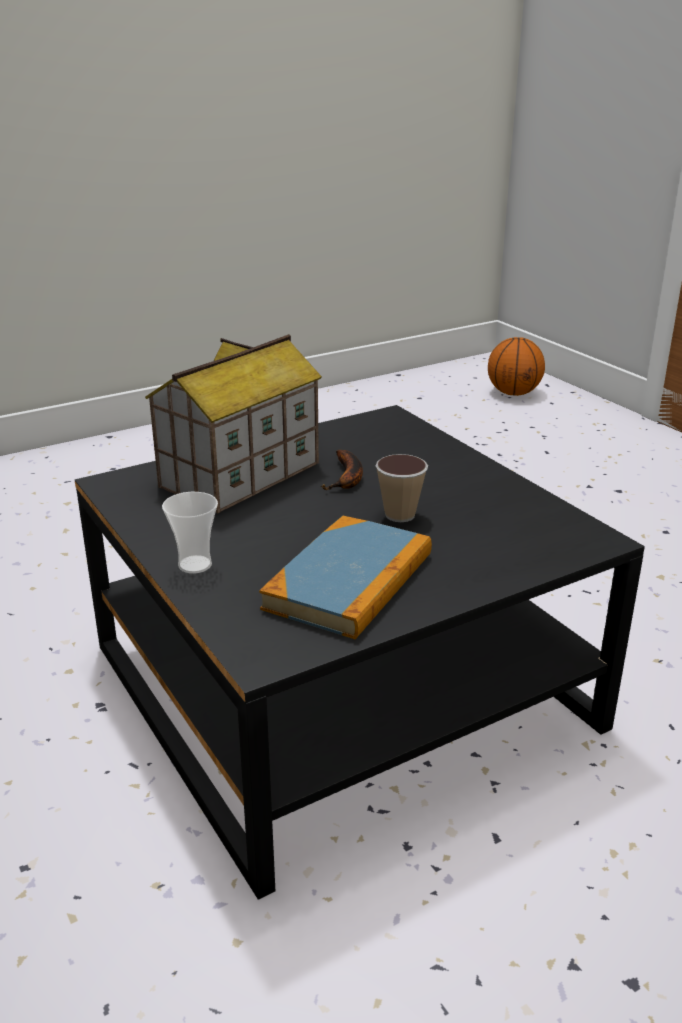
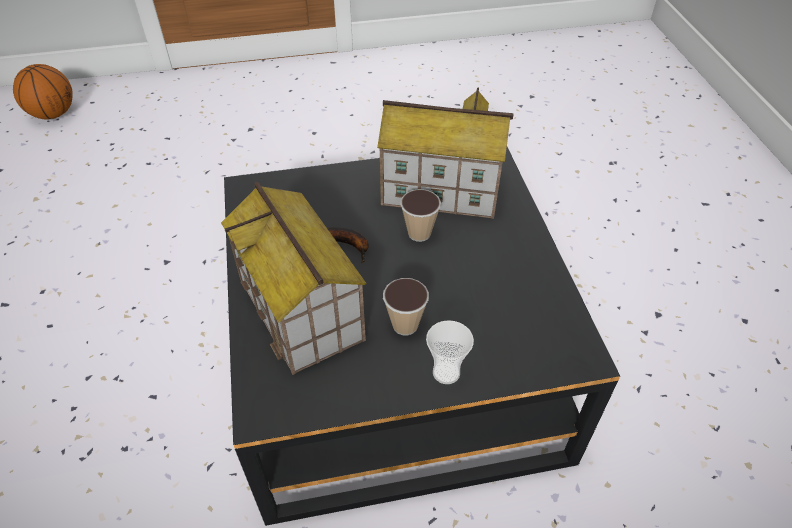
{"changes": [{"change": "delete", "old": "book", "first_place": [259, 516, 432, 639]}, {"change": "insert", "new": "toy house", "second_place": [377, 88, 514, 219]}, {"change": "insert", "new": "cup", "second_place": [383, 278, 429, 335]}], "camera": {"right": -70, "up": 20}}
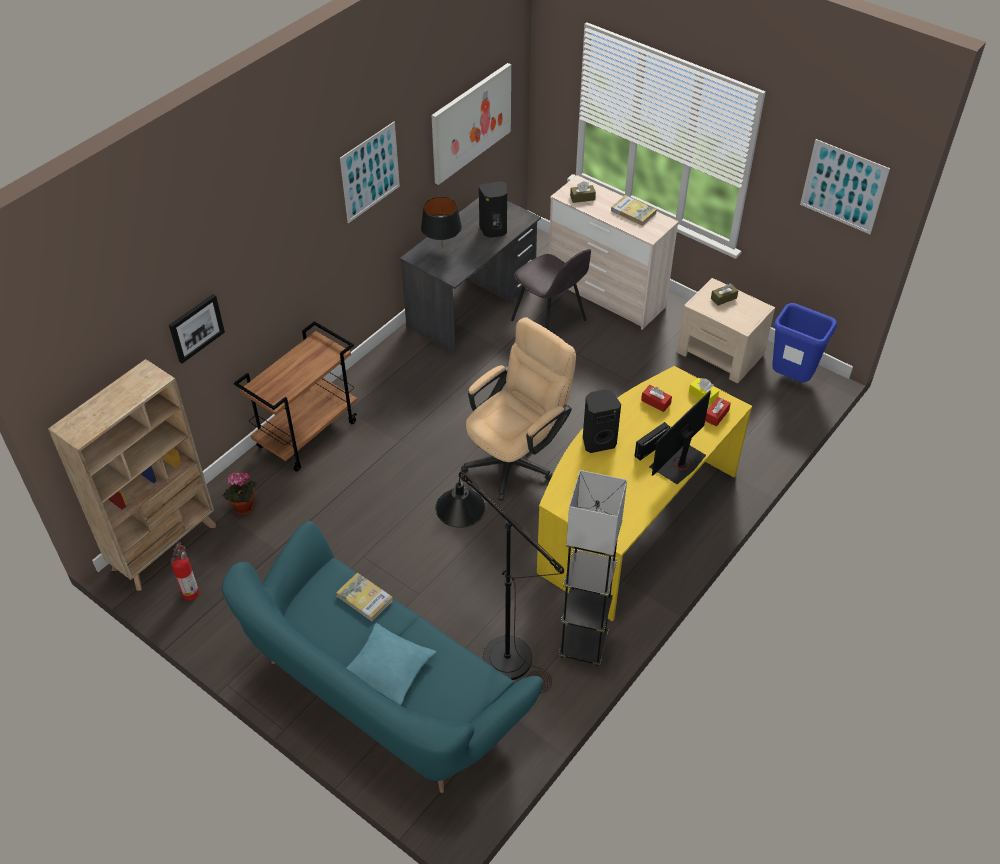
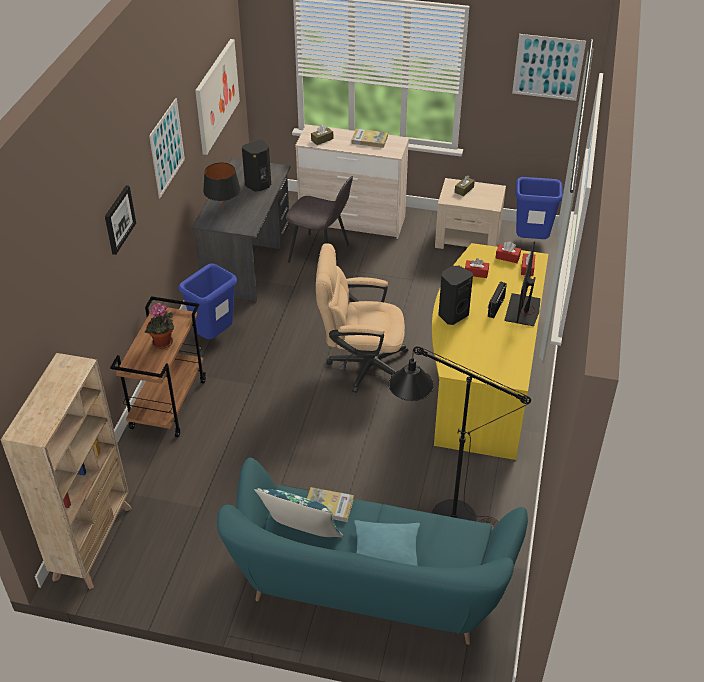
{"changes": [{"change": "move", "old": "picture", "first_place": [169, 294, 225, 364], "second_place": [105, 185, 136, 255]}, {"change": "delete", "old": "fire extinguisher", "first_place": [170, 542, 199, 600]}, {"change": "move", "old": "potted plant", "first_place": [222, 472, 257, 515], "second_place": [145, 303, 174, 349]}, {"change": "rotate", "old": "office chair/beige", "first_place": [461, 317, 576, 501], "second_place": [316, 243, 408, 393], "degrees": -105}, {"change": "delete", "old": "floor lamp/grey", "first_place": [558, 470, 627, 666]}, {"change": "recolor", "old": "tissue box/yellow", "new": "tissue box/red", "first_place": [689, 378, 719, 406], "second_place": [496, 242, 521, 263]}, {"change": "insert", "new": "trash can/blue", "second_place": [179, 263, 237, 339]}, {"change": "insert", "new": "pillow/blue", "second_place": [254, 488, 344, 537]}], "camera": {"right": -25, "up": -5}}
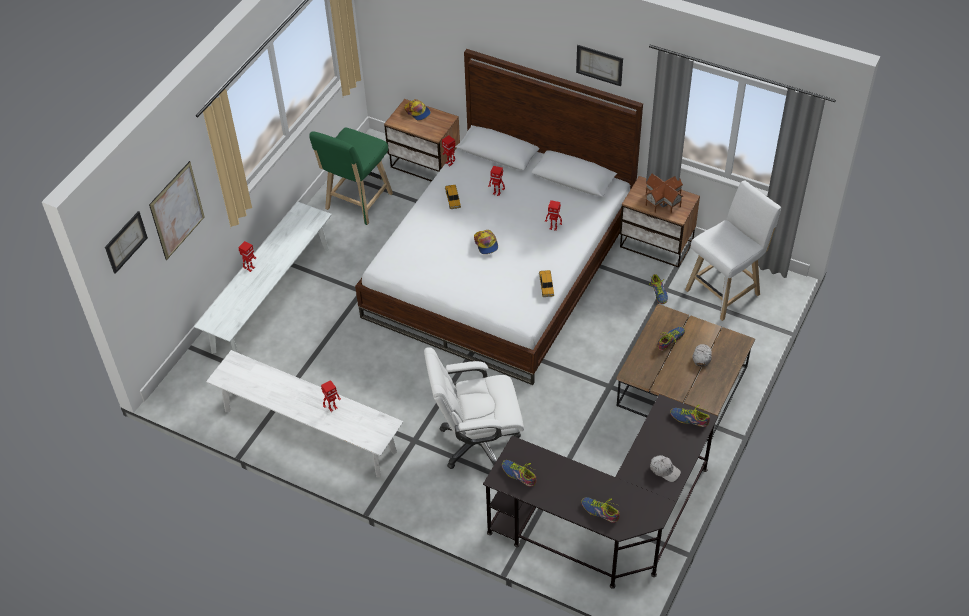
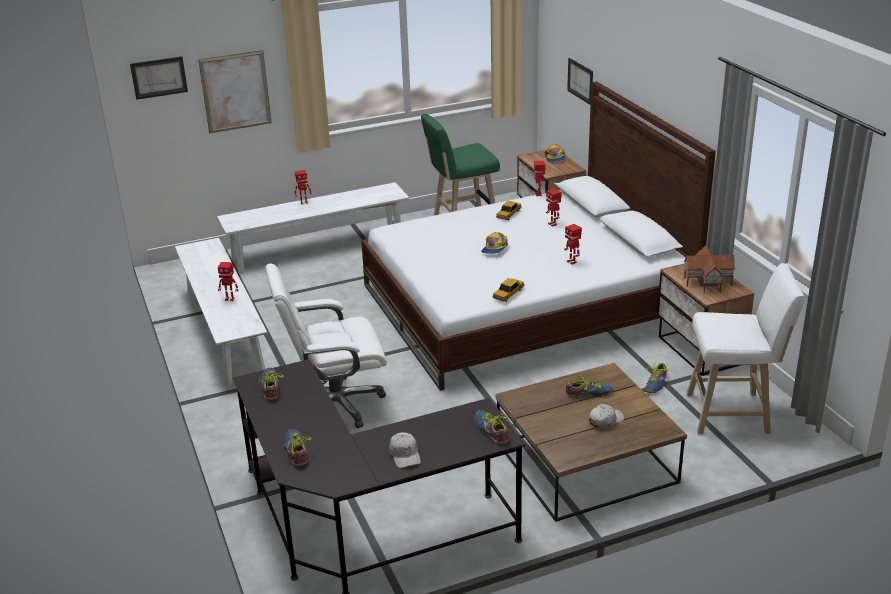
{"changes": [{"change": "rotate", "old": "office chair/white", "first_place": [424, 347, 524, 469], "second_place": [265, 263, 387, 428], "degrees": -45}, {"change": "move", "old": "picture", "first_place": [576, 45, 623, 86], "second_place": [567, 58, 593, 105]}], "camera": {"right": 40, "up": -20}}
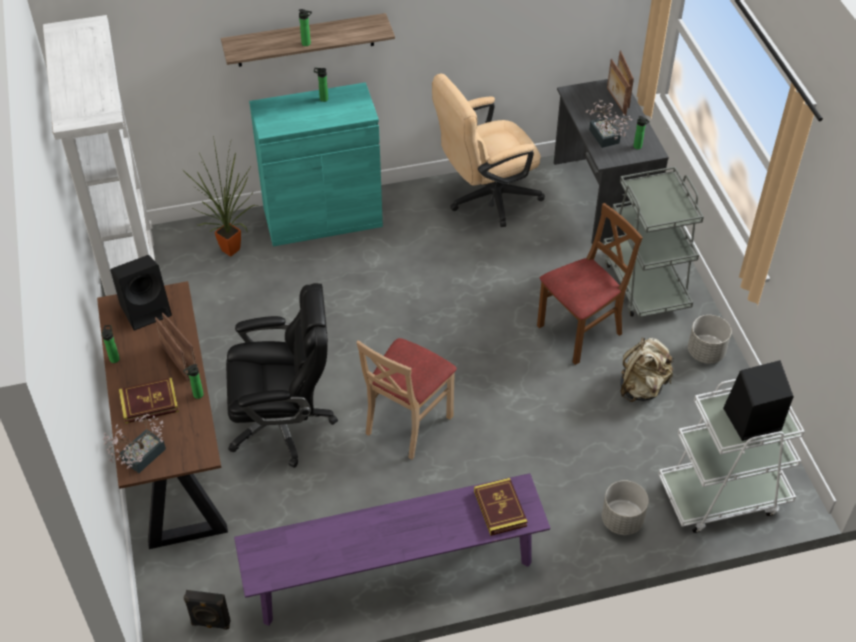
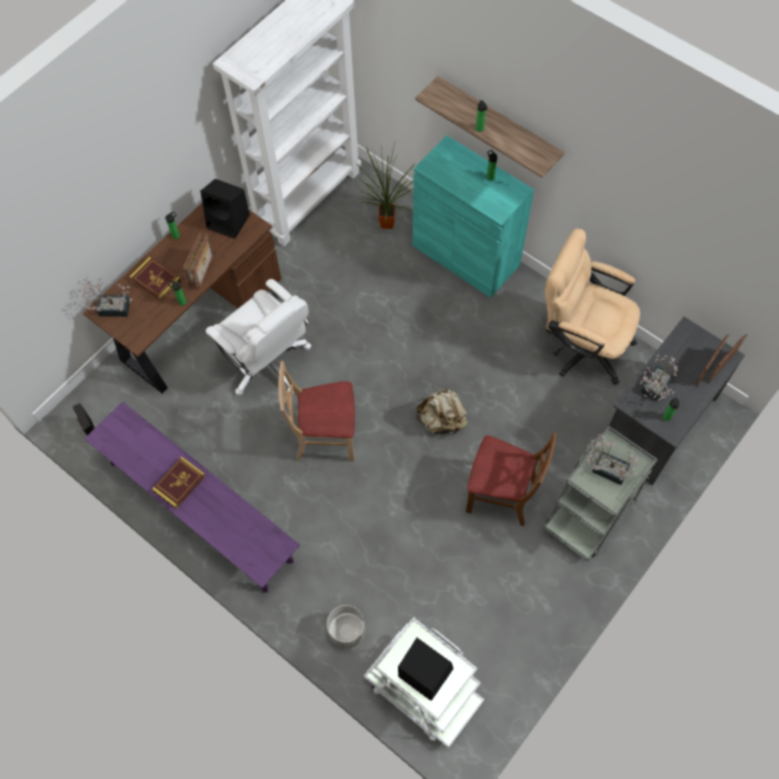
{"changes": [{"change": "recolor", "old": "office chair/black", "new": "office chair/white", "first_place": [226, 283, 338, 468], "second_place": [206, 279, 311, 395]}, {"change": "move", "old": "book", "first_place": [474, 478, 528, 536], "second_place": [152, 456, 205, 509]}, {"change": "move", "old": "backpack/beige", "first_place": [620, 338, 674, 402], "second_place": [416, 387, 468, 435]}, {"change": "delete", "old": "planter/grey", "first_place": [688, 315, 732, 364]}, {"change": "insert", "new": "potted plant", "second_place": [587, 433, 640, 485]}], "camera": {"right": 55, "up": 15}}
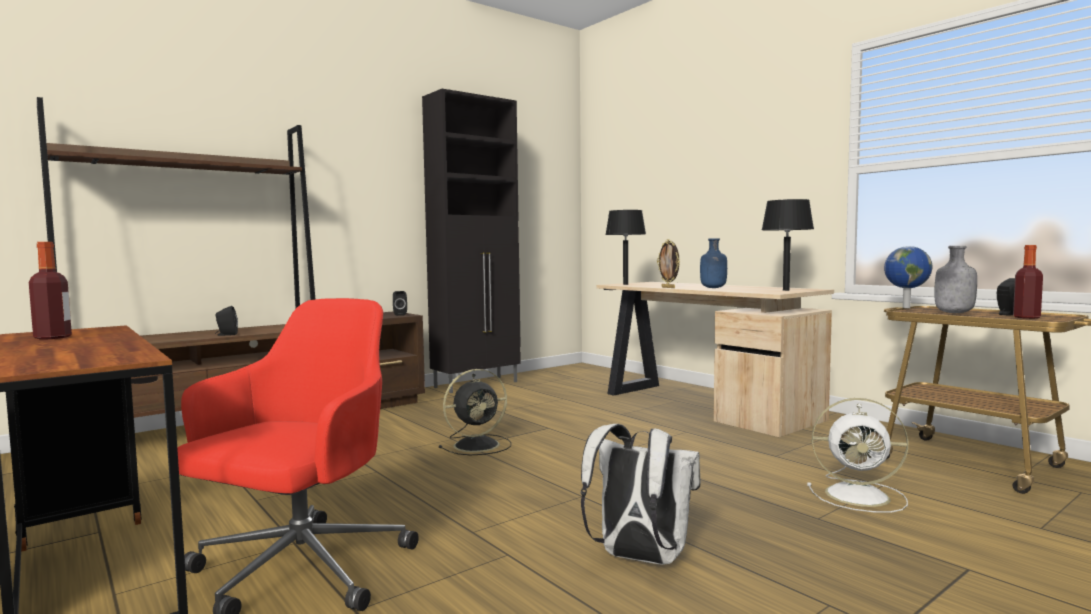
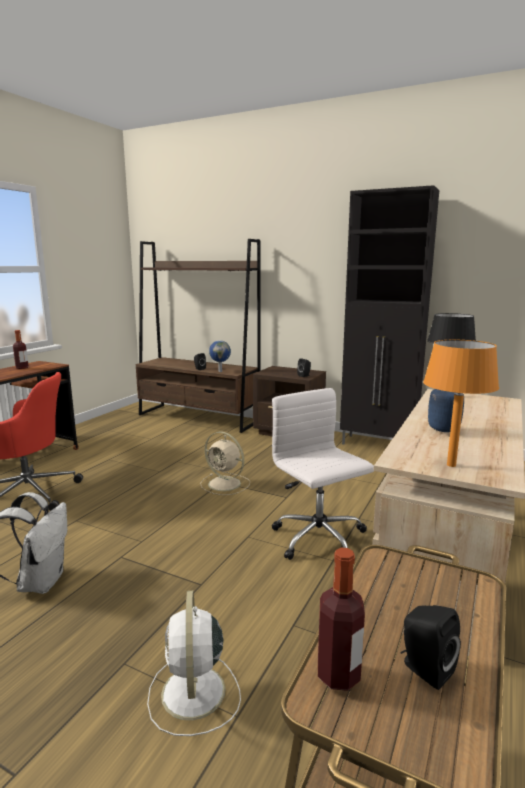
{"changes": [{"change": "recolor", "old": "fan/black", "new": "fan/beige", "first_place": [439, 369, 511, 455], "second_place": [200, 432, 250, 495]}, {"change": "delete", "old": "picture frame", "first_place": [657, 239, 680, 288]}, {"change": "recolor", "old": "table lamp/black", "new": "table lamp/orange", "first_place": [762, 199, 814, 291], "second_place": [423, 340, 499, 467]}, {"change": "move", "old": "globe", "first_place": [884, 246, 932, 308], "second_place": [209, 340, 231, 372]}, {"change": "delete", "old": "bottle/grey", "first_place": [934, 246, 977, 313]}, {"change": "insert", "new": "office chair/white", "second_place": [272, 388, 374, 560]}], "camera": {"right": 65, "up": 10}}
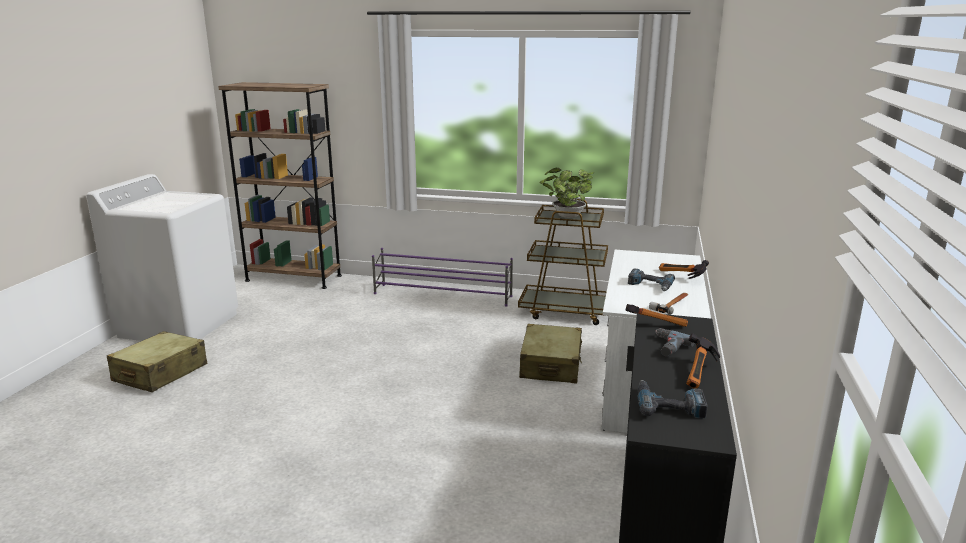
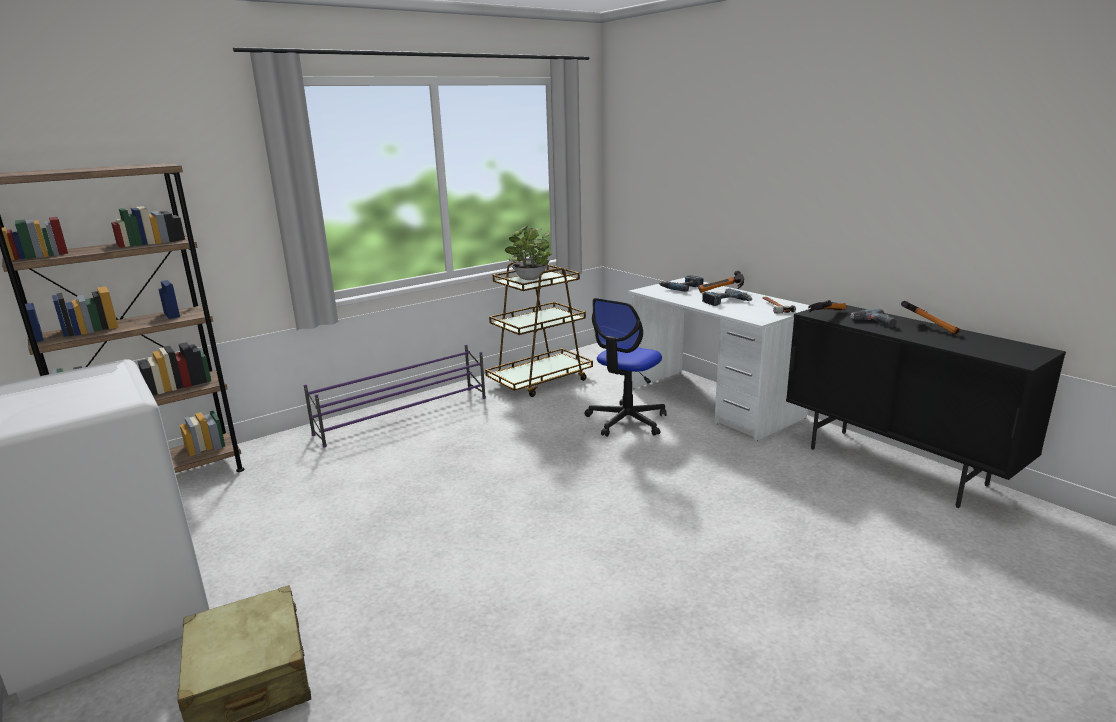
{"changes": [{"change": "replace", "old": "suitcase/beige", "new": "office chair", "first_place": [519, 324, 583, 384], "second_place": [584, 298, 667, 437]}, {"change": "move", "old": "power drill", "first_place": [638, 380, 708, 419], "second_place": [659, 275, 703, 292]}], "camera": {"right": -50, "up": 0}}
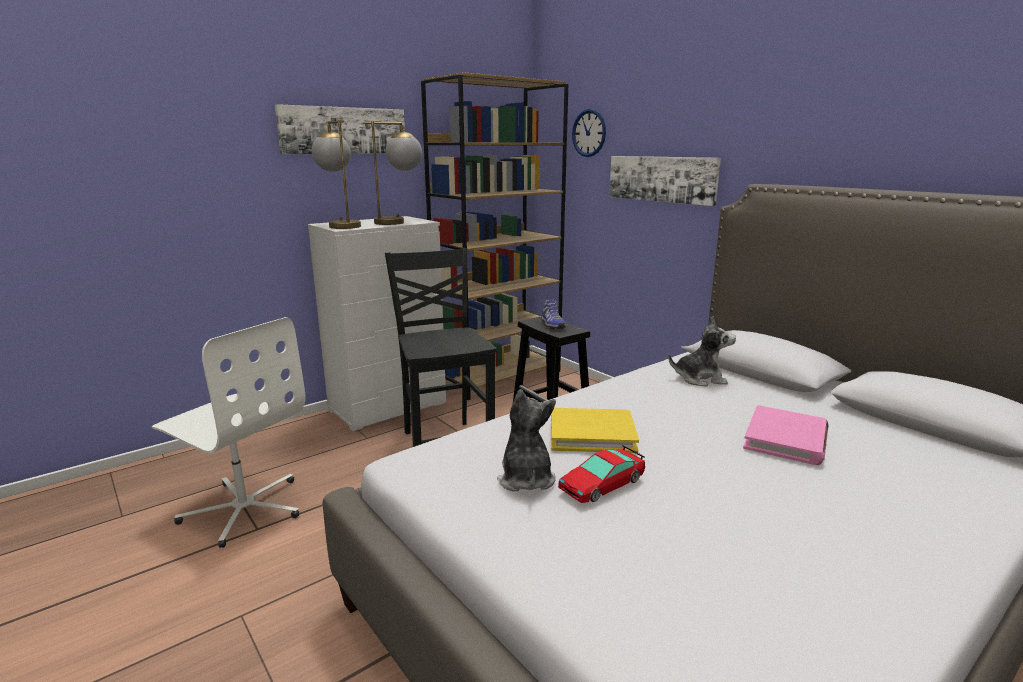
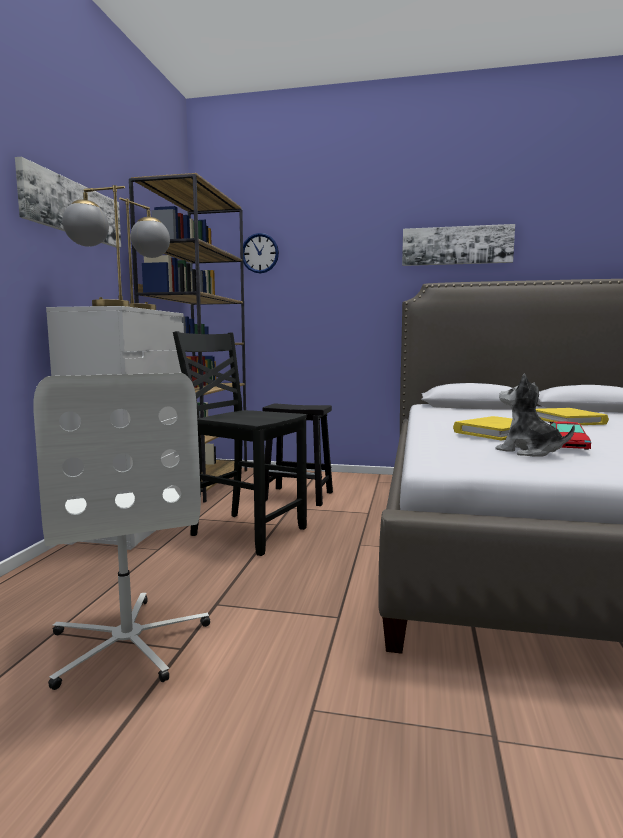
{"changes": [{"change": "rotate", "old": "office chair/white", "first_place": [152, 317, 306, 548], "second_place": [33, 373, 210, 690], "degrees": 75}, {"change": "delete", "old": "shoe", "first_place": [542, 300, 566, 329]}, {"change": "move", "old": "picture", "first_place": [609, 156, 721, 206], "second_place": [402, 224, 515, 266]}, {"change": "delete", "old": "plush toy", "first_place": [668, 316, 736, 387]}, {"change": "recolor", "old": "book/pink", "new": "book/yellow", "first_place": [743, 405, 829, 465], "second_place": [536, 408, 609, 425]}], "camera": {"right": -40, "up": -10}}
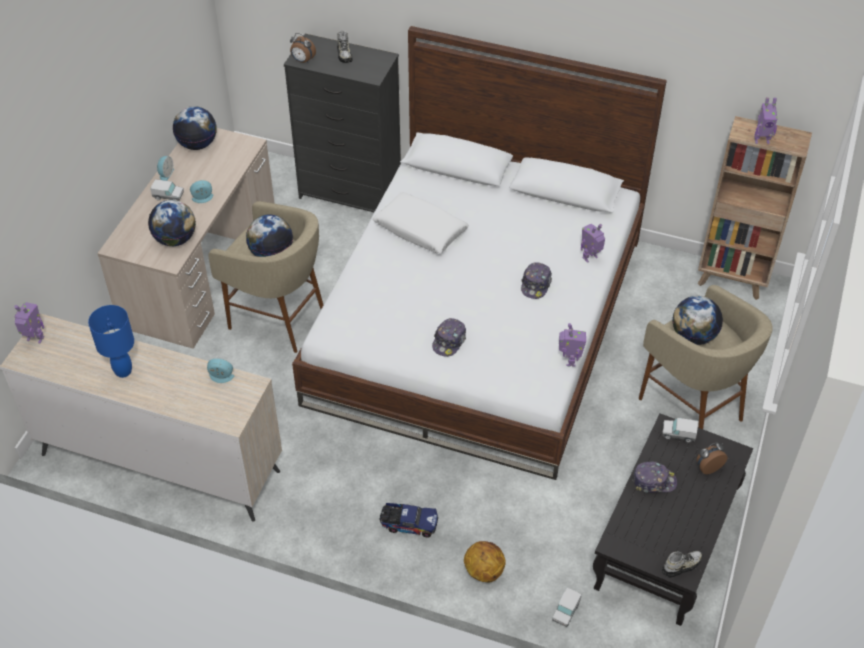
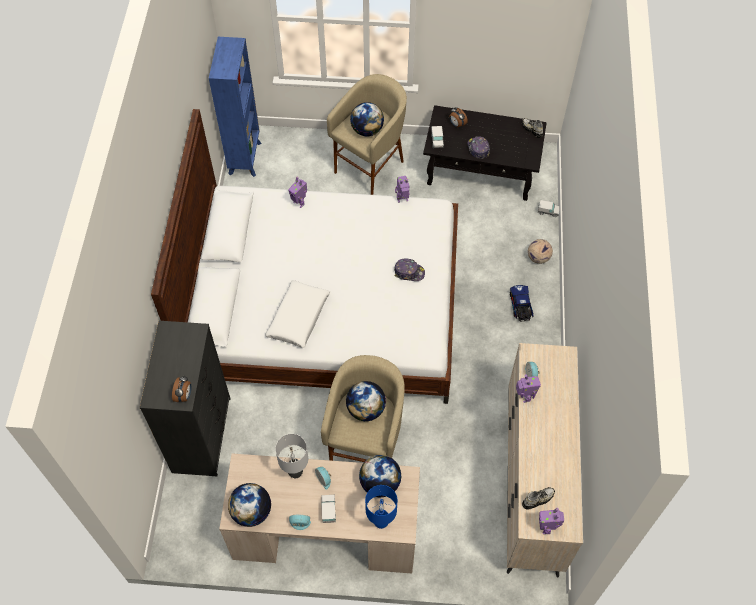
{"changes": [{"change": "move", "old": "table lamp/blue", "first_place": [88, 305, 134, 378], "second_place": [365, 485, 397, 529]}, {"change": "move", "old": "shoe", "first_place": [337, 31, 353, 63], "second_place": [522, 487, 555, 510]}, {"change": "replace", "old": "basketball", "new": "football", "first_place": [464, 541, 506, 582], "second_place": [528, 239, 553, 264]}, {"change": "delete", "old": "cap", "first_place": [521, 262, 552, 299]}, {"change": "recolor", "old": "bookcase/brown", "new": "bookcase/blue", "first_place": [698, 116, 812, 300], "second_place": [209, 37, 262, 177]}, {"change": "move", "old": "toy robot", "first_place": [754, 97, 777, 144], "second_place": [516, 374, 541, 403]}, {"change": "insert", "new": "table lamp/grey", "second_place": [275, 434, 308, 478]}], "camera": {"right": -105, "up": 10}}
